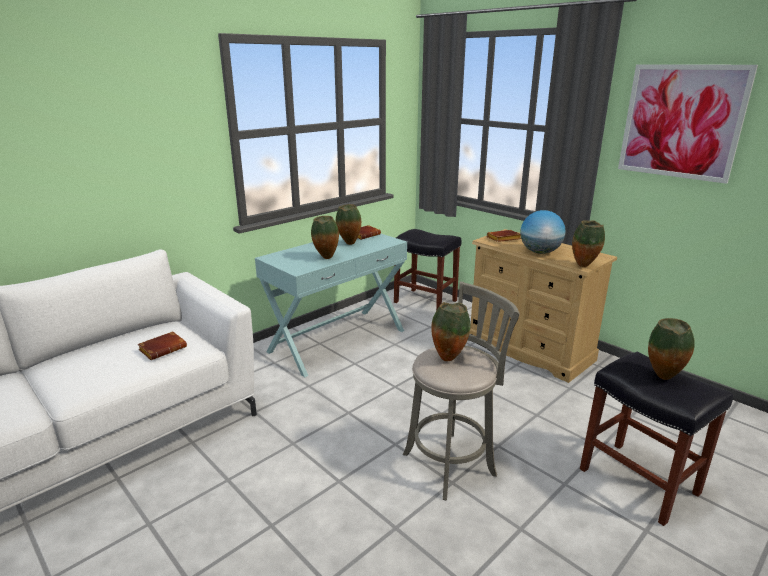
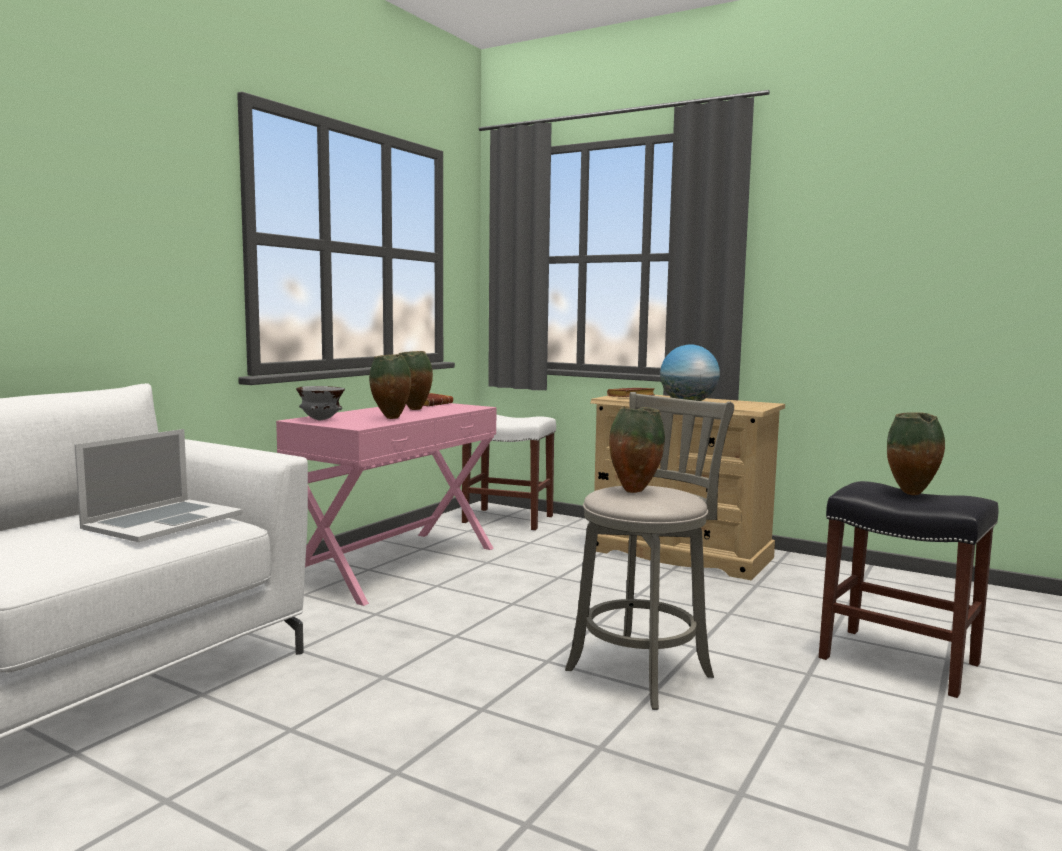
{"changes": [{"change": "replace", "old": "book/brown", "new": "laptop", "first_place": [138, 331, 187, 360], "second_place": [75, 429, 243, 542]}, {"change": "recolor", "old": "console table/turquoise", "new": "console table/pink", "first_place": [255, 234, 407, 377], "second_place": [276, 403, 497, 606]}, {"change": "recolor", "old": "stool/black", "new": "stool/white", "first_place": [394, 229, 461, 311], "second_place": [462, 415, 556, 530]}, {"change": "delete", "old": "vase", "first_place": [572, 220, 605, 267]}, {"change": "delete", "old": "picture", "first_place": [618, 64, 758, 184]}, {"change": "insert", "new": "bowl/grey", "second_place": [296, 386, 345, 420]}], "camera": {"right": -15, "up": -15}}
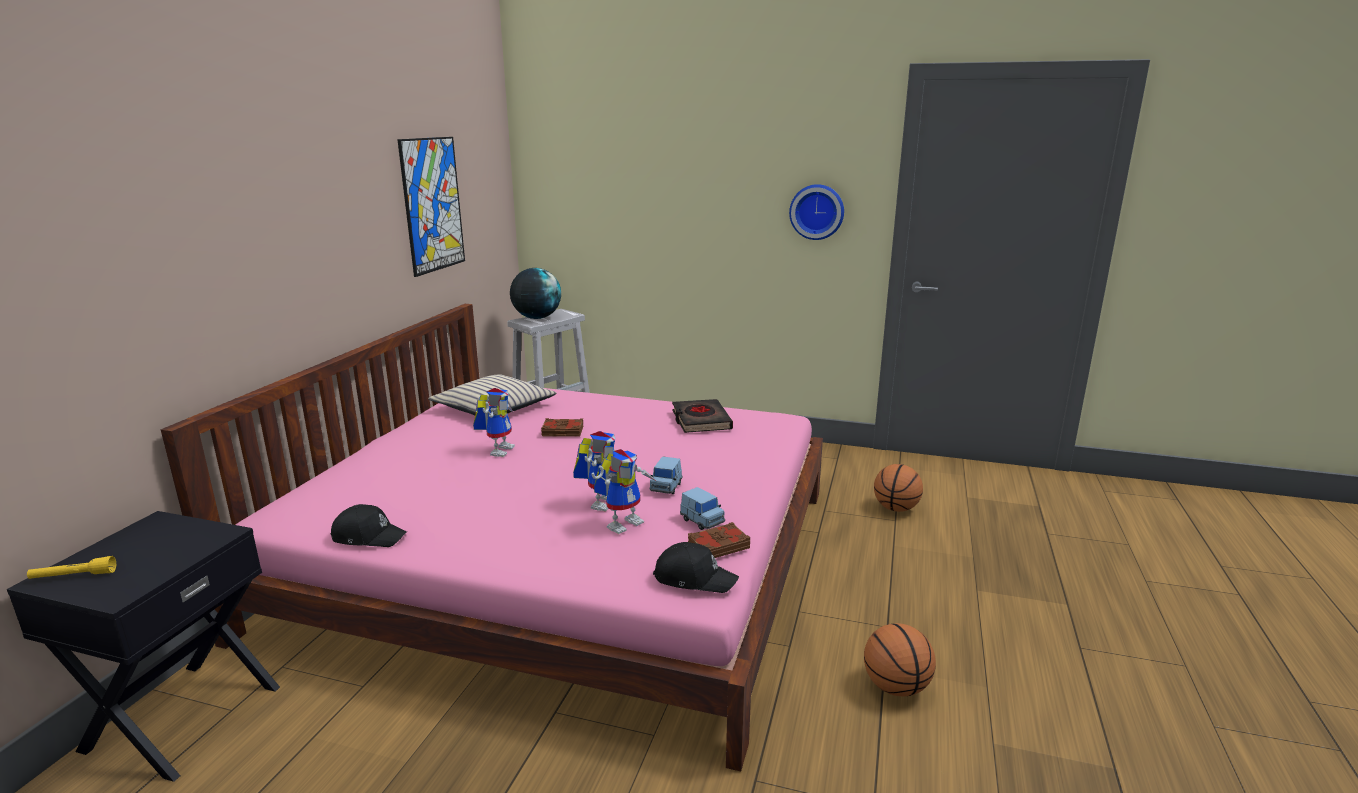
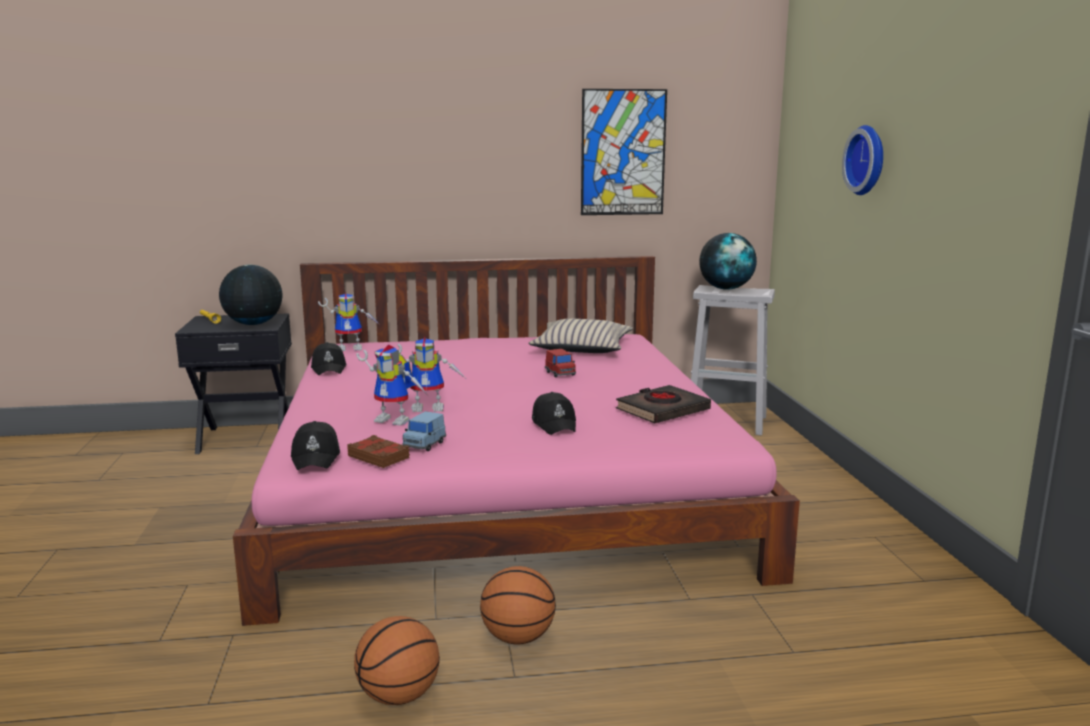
{"changes": [{"change": "move", "old": "toy robot", "first_place": [473, 388, 515, 457], "second_place": [318, 292, 380, 351]}, {"change": "replace", "old": "book/brown", "new": "toy car/red", "first_place": [541, 418, 583, 437], "second_place": [545, 349, 576, 378]}, {"change": "delete", "old": "toy car/blue", "first_place": [650, 457, 683, 494]}, {"change": "move", "old": "wall clock", "first_place": [789, 184, 844, 240], "second_place": [842, 125, 883, 195]}, {"change": "move", "old": "basketball", "first_place": [874, 464, 923, 512], "second_place": [480, 566, 556, 645]}, {"change": "insert", "new": "globe", "second_place": [219, 265, 282, 325]}, {"change": "insert", "new": "cap/black", "second_place": [532, 392, 576, 435]}], "camera": {"right": 65, "up": -5}}
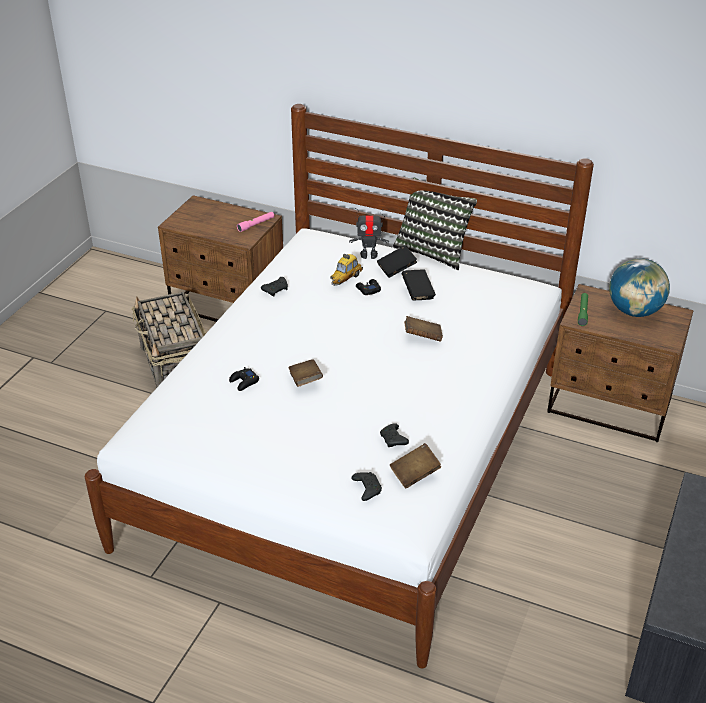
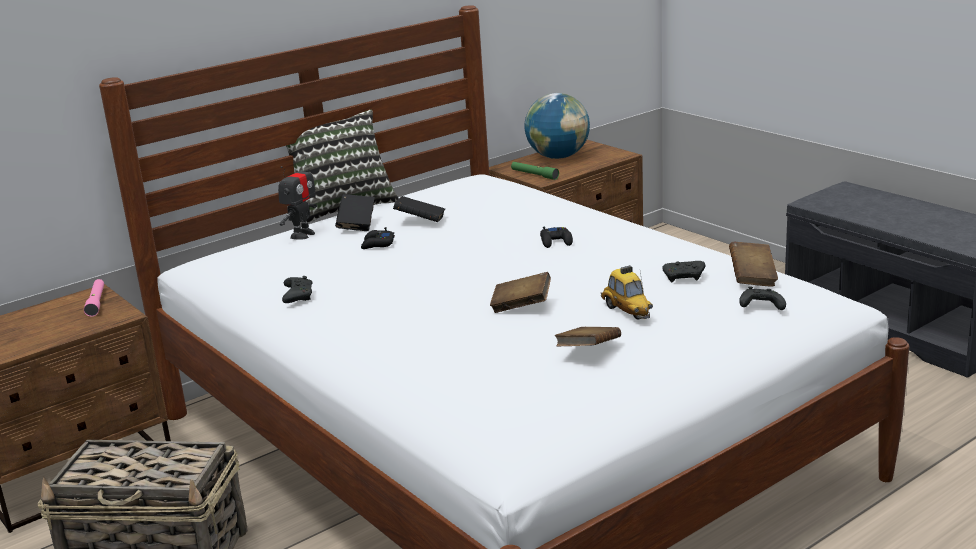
{"changes": [{"change": "move", "old": "game controller/black", "first_place": [229, 367, 259, 391], "second_place": [540, 227, 573, 248]}, {"change": "move", "old": "toy car", "first_place": [330, 254, 363, 286], "second_place": [601, 265, 653, 320]}, {"change": "move", "old": "book/brown", "first_place": [404, 316, 443, 342], "second_place": [555, 327, 621, 347]}], "camera": {"right": -60, "up": -15}}
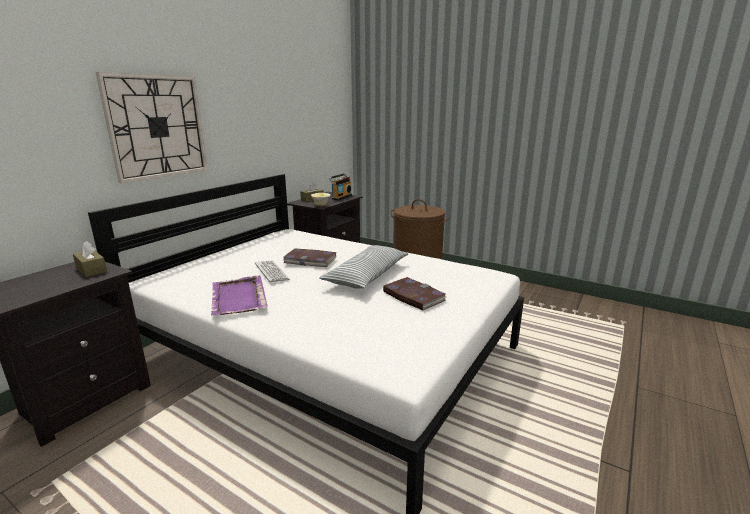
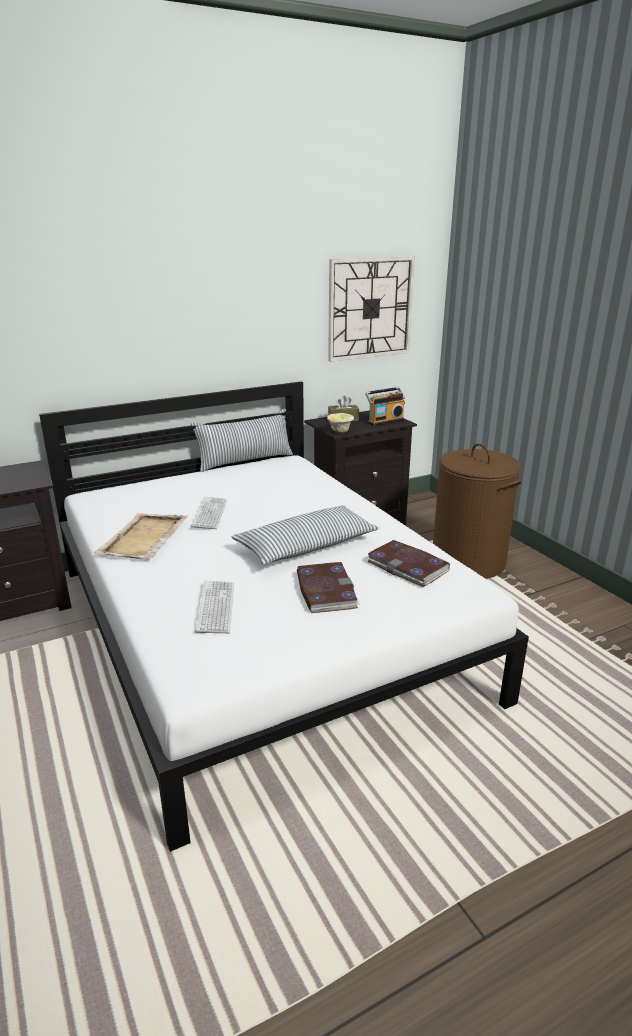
{"changes": [{"change": "delete", "old": "tissue box/brown", "first_place": [73, 241, 107, 277]}, {"change": "move", "old": "wall clock", "first_place": [96, 72, 208, 183], "second_place": [328, 256, 415, 362]}, {"change": "recolor", "old": "tray/purple", "new": "tray/beige", "first_place": [211, 275, 268, 315], "second_place": [94, 513, 188, 559]}, {"change": "move", "old": "book", "first_place": [283, 249, 337, 267], "second_place": [366, 540, 451, 587]}, {"change": "insert", "new": "pillow", "second_place": [191, 409, 293, 472]}, {"change": "insert", "new": "keyboard", "second_place": [195, 581, 234, 633]}], "camera": {"right": 30, "up": 5}}
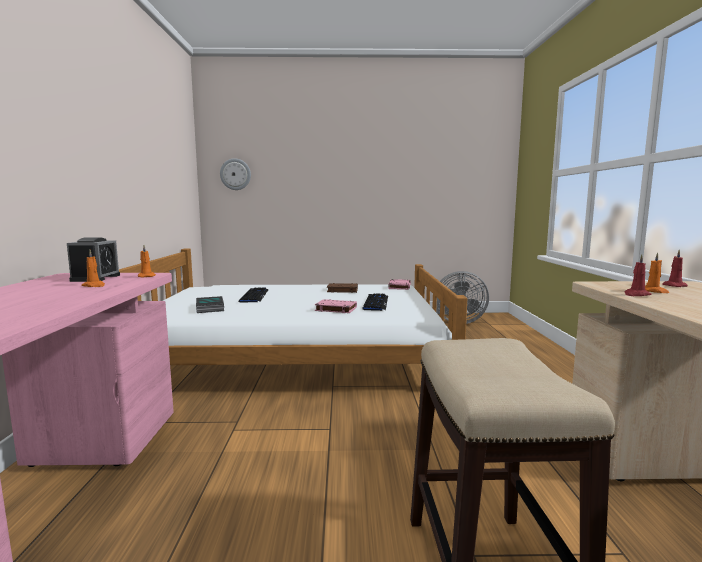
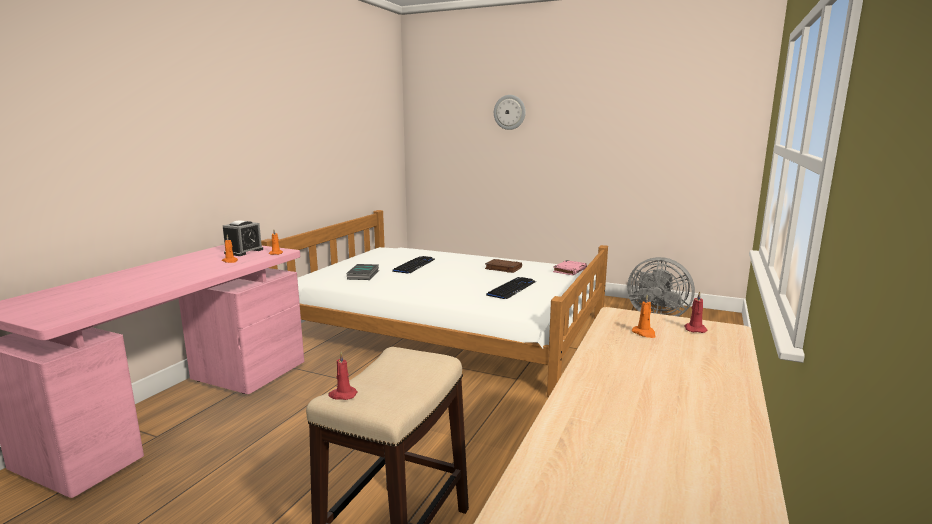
{"changes": [{"change": "move", "old": "wall clock", "first_place": [220, 158, 251, 190], "second_place": [494, 95, 526, 130]}, {"change": "delete", "old": "book/pink", "first_place": [315, 299, 357, 313]}, {"change": "move", "old": "candle/red", "first_place": [625, 255, 651, 296], "second_place": [328, 352, 357, 400]}], "camera": {"right": 25, "up": 5}}
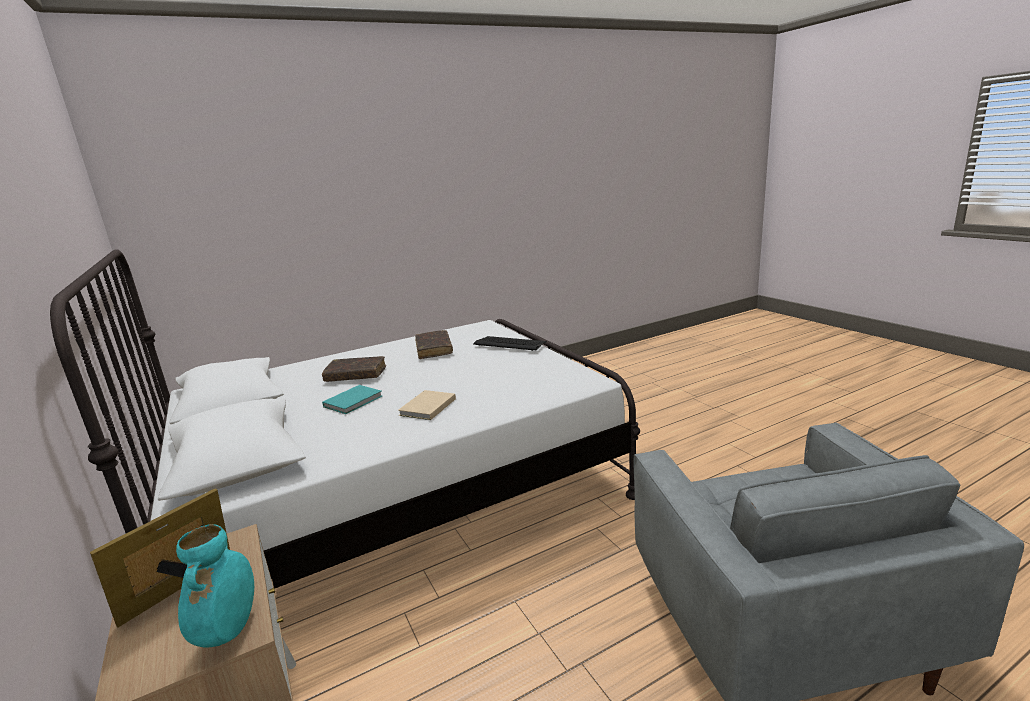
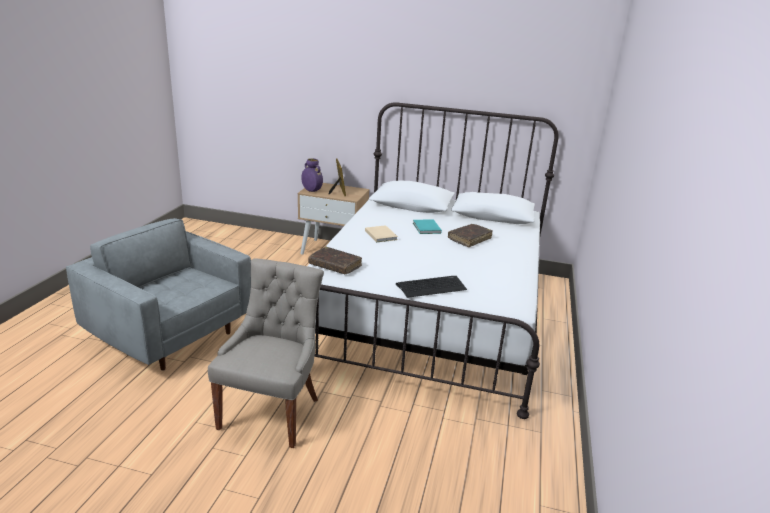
{"changes": [{"change": "recolor", "old": "vase/turquoise", "new": "vase/purple", "first_place": [176, 524, 254, 648], "second_place": [302, 158, 323, 192]}, {"change": "move", "old": "book/brown", "first_place": [415, 330, 453, 359], "second_place": [308, 247, 362, 274]}, {"change": "insert", "new": "chair/grey", "second_place": [208, 258, 324, 448]}], "camera": {"right": 130, "up": 5}}
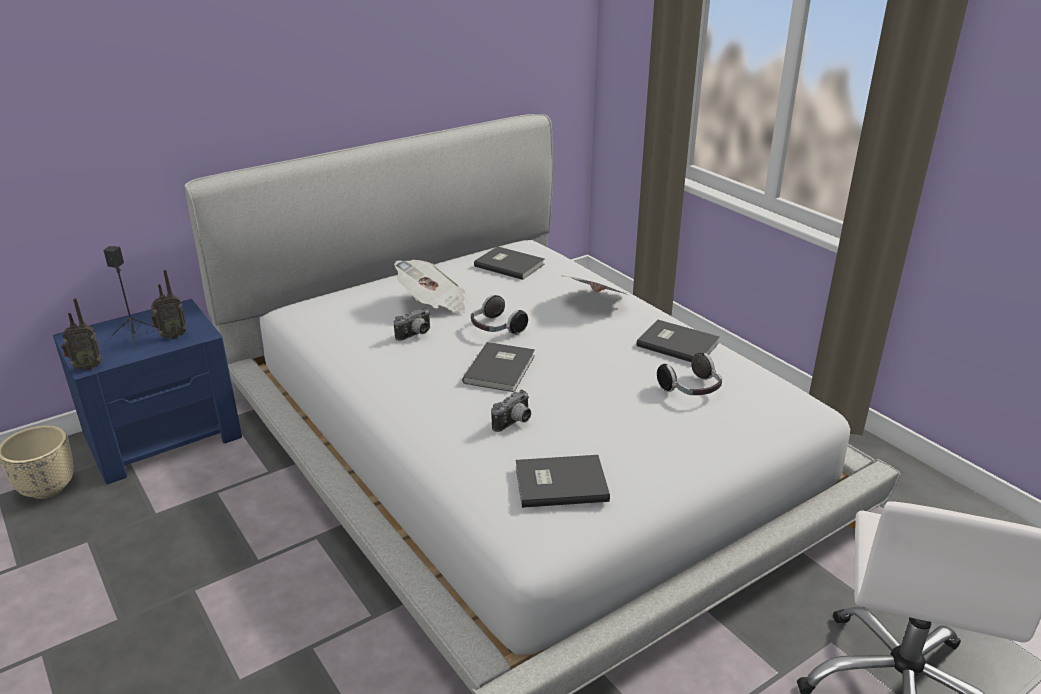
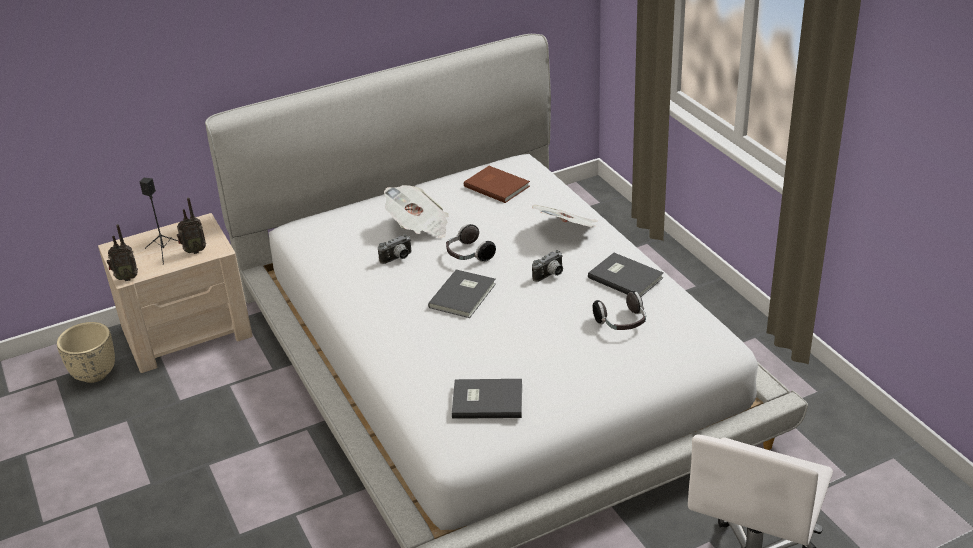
{"changes": [{"change": "recolor", "old": "nightstand/blue", "new": "nightstand/beige", "first_place": [53, 299, 242, 484], "second_place": [98, 213, 253, 373]}, {"change": "recolor", "old": "book/grey", "new": "book/brown", "first_place": [474, 246, 545, 280], "second_place": [464, 166, 530, 203]}, {"change": "move", "old": "photo camera", "first_place": [491, 390, 531, 432], "second_place": [532, 250, 563, 282]}], "camera": {"right": 10, "up": 5}}
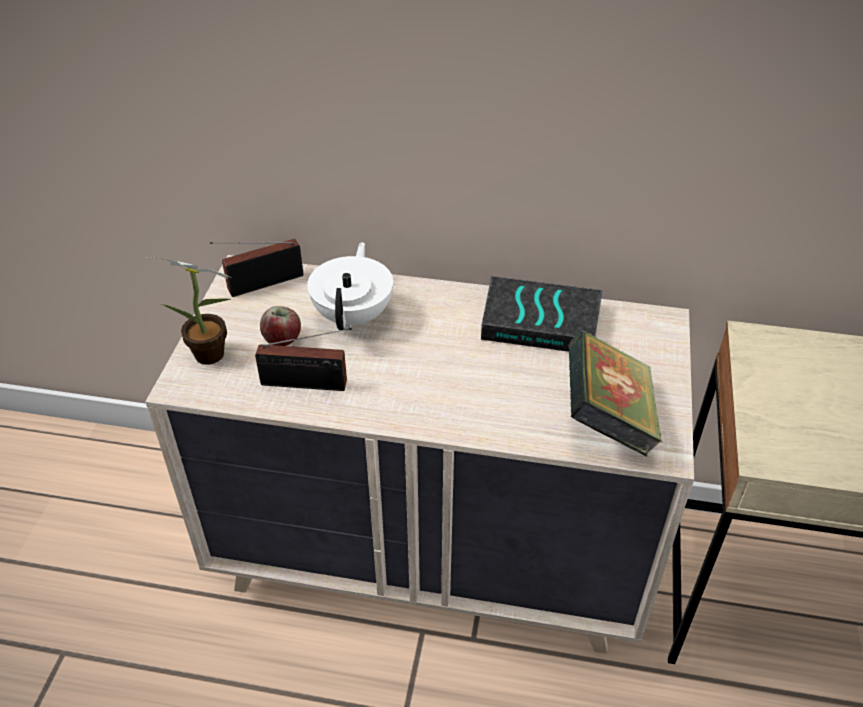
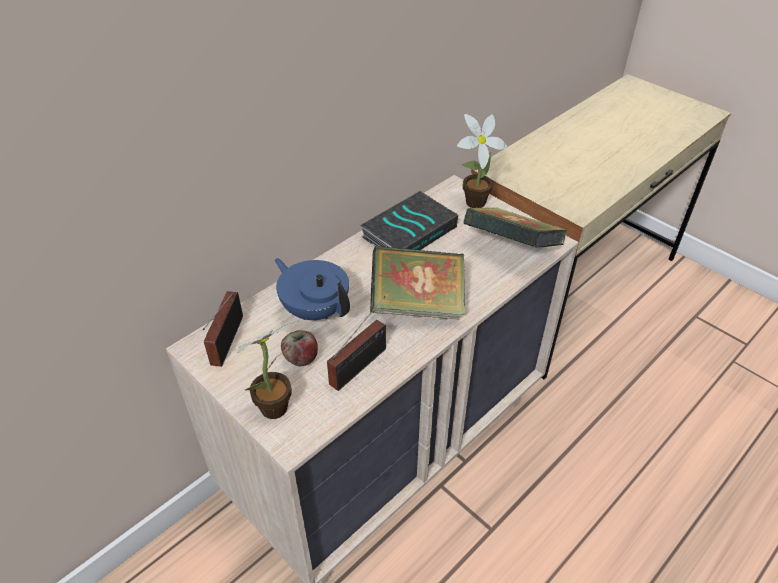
{"changes": [{"change": "recolor", "old": "teapot/white", "new": "teapot/blue", "first_place": [307, 242, 393, 330], "second_place": [275, 258, 350, 320]}, {"change": "insert", "new": "book", "second_place": [370, 246, 465, 319]}, {"change": "insert", "new": "potted plant", "second_place": [457, 114, 508, 208]}], "camera": {"right": -55, "up": 0}}
